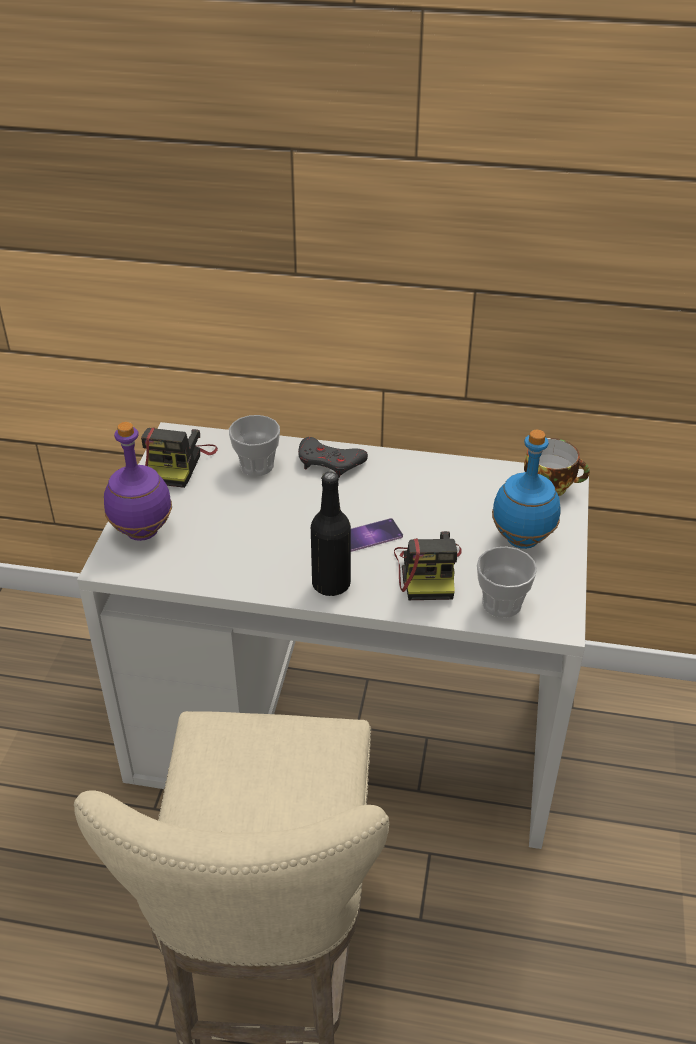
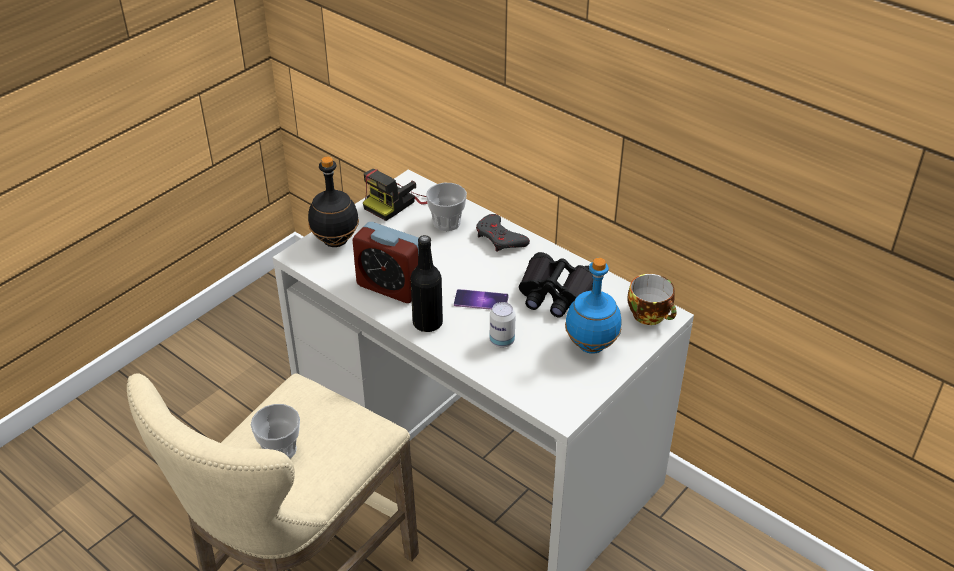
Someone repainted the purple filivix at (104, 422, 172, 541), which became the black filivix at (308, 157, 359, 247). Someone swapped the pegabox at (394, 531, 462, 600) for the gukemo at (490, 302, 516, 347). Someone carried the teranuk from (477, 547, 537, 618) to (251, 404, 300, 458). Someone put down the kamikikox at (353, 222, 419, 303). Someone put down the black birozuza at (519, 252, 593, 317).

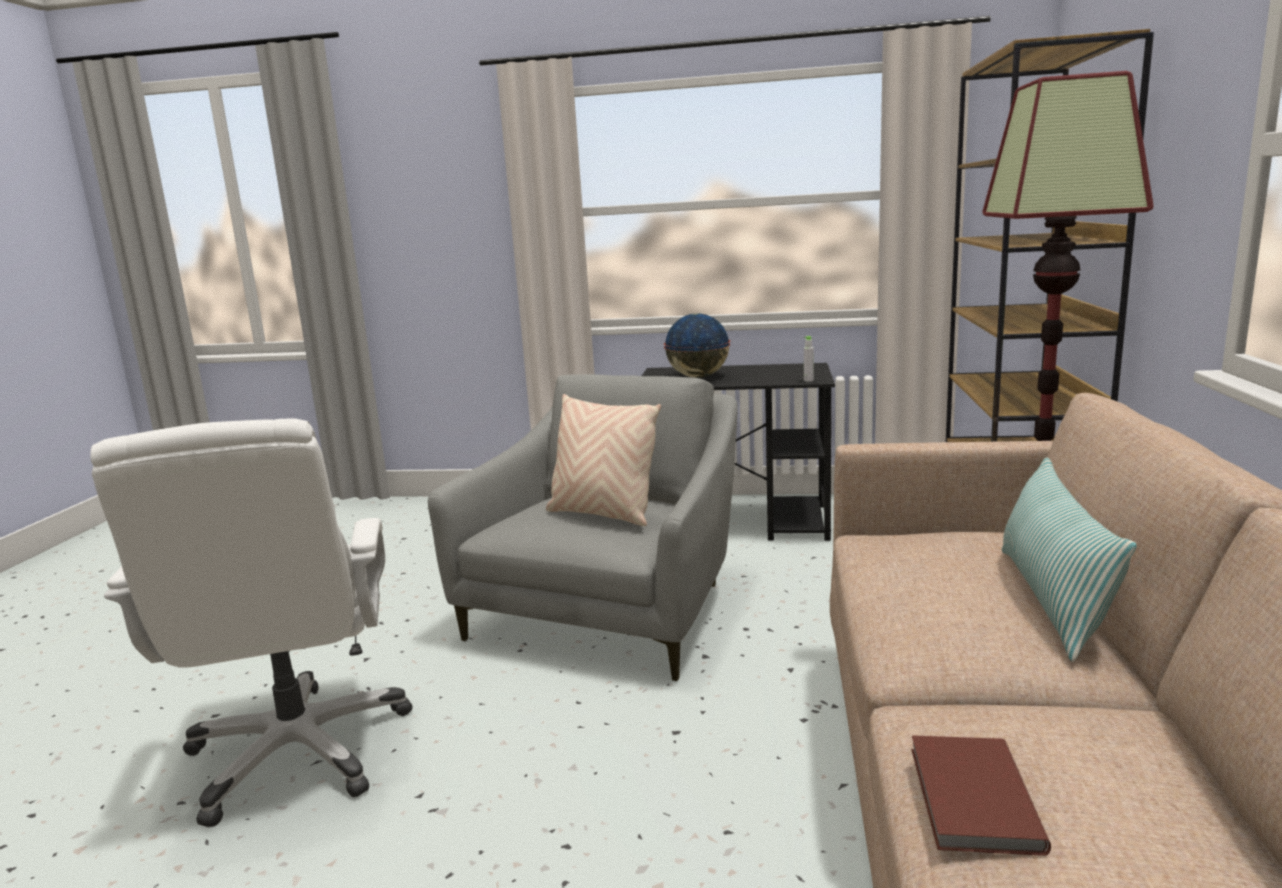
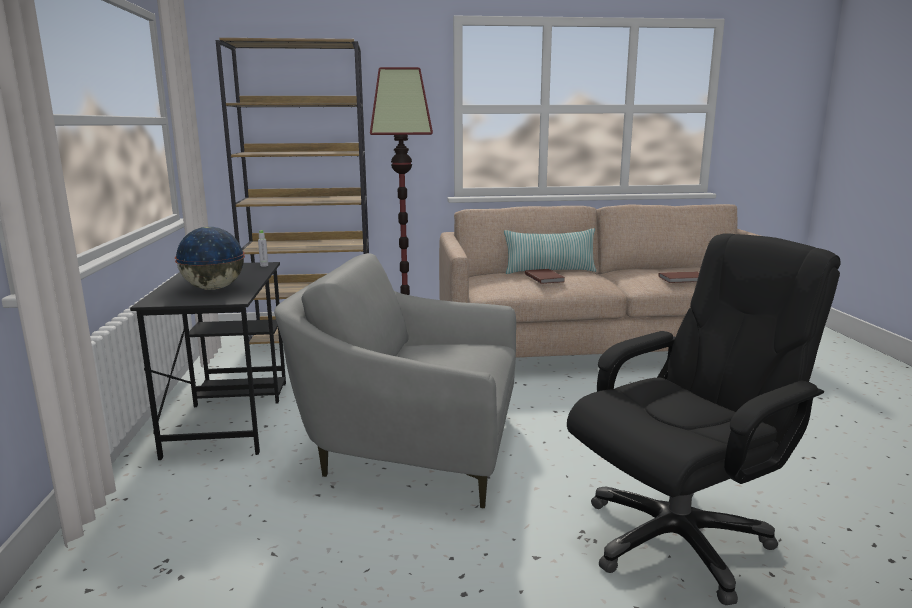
Someone repainted the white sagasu at (90, 419, 412, 827), which became the black sagasu at (567, 233, 841, 605). Someone took away the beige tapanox at (546, 394, 661, 526). Someone put down the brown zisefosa at (525, 269, 565, 284).

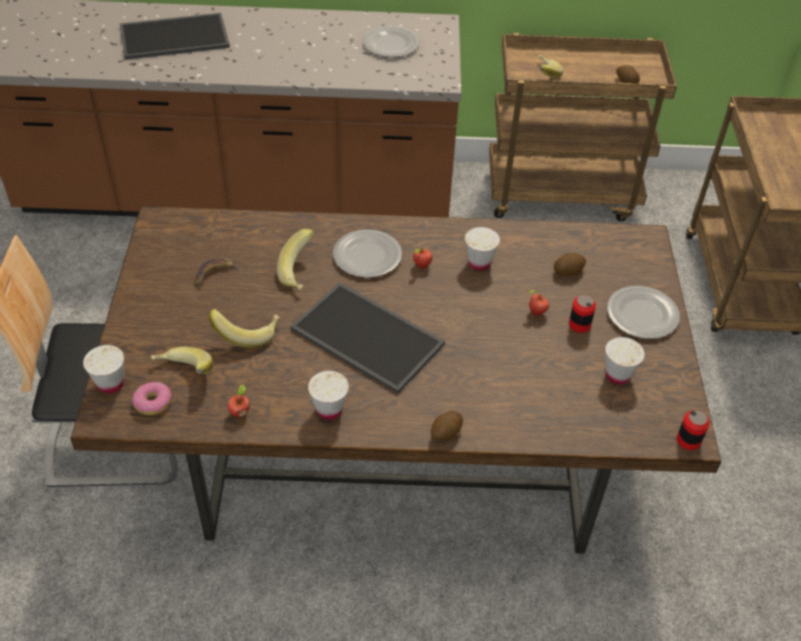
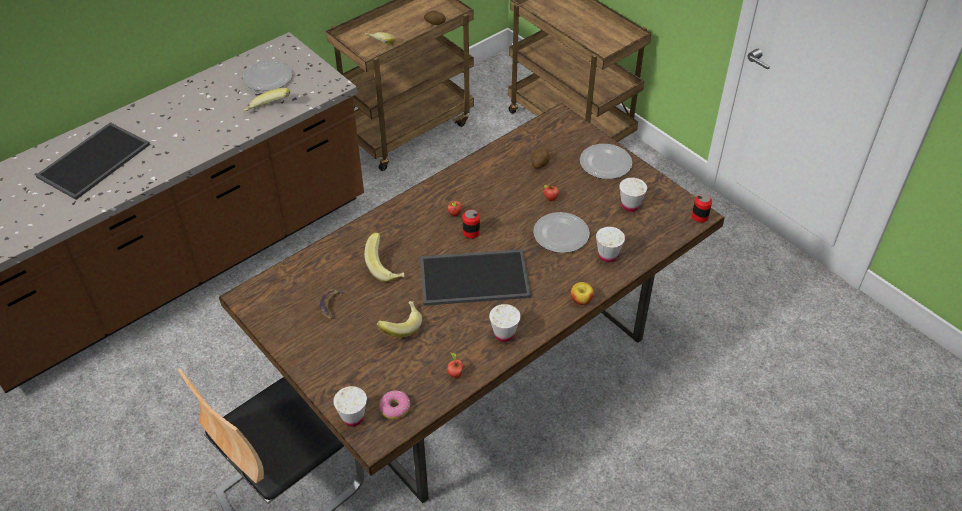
Someone carried the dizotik from (151, 347, 213, 374) to (244, 88, 290, 111). Someone carried the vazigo from (333, 229, 402, 278) to (533, 212, 590, 253). Someone swapped the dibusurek at (431, 411, 463, 441) for the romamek at (571, 282, 594, 305). Someone carried the white teranuk from (465, 227, 500, 271) to (596, 227, 625, 262). Someone carried the gukemo from (569, 295, 596, 333) to (463, 209, 480, 239).

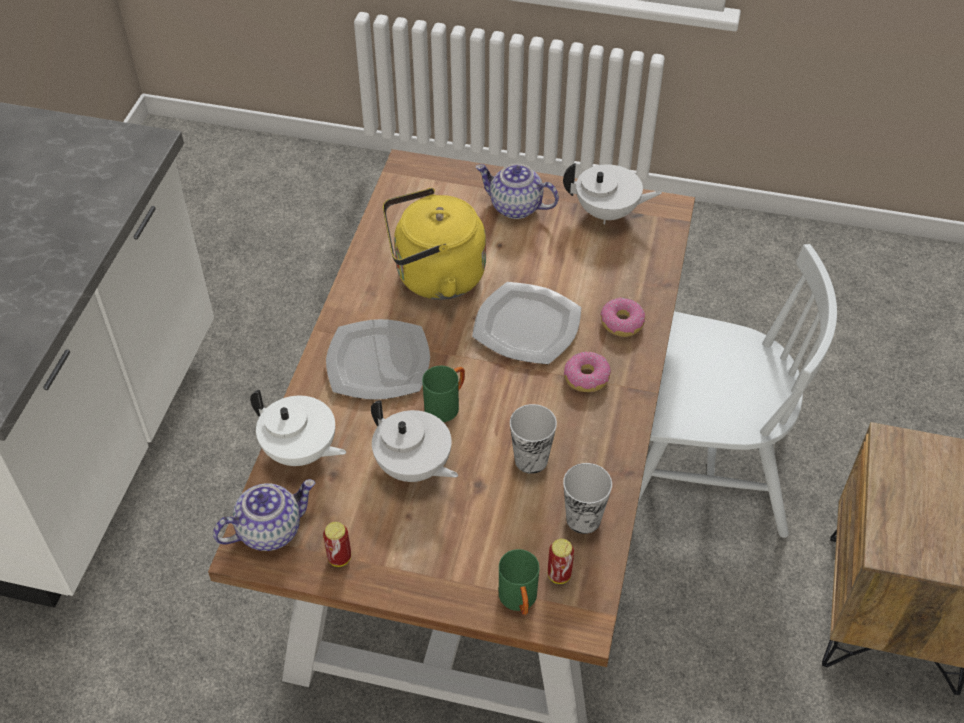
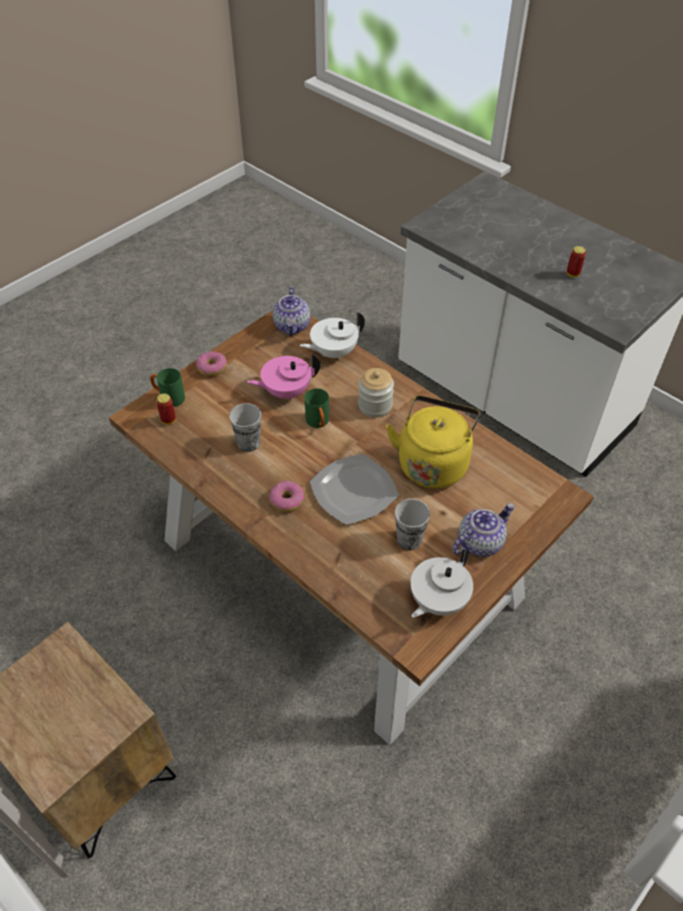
Someone carried the gukemo from (323, 522, 351, 567) to (567, 246, 586, 277). Someone swapped the vazigo at (326, 319, 430, 400) for the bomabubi at (358, 368, 394, 418). Someone repainted the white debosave at (371, 400, 458, 482), which became the pink debosave at (247, 354, 320, 400). Someone carried the teranuk from (563, 463, 612, 534) to (395, 499, 430, 550). Someone carried the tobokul from (601, 298, 645, 337) to (196, 351, 227, 376). Someone took away the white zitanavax at (638, 244, 837, 538).

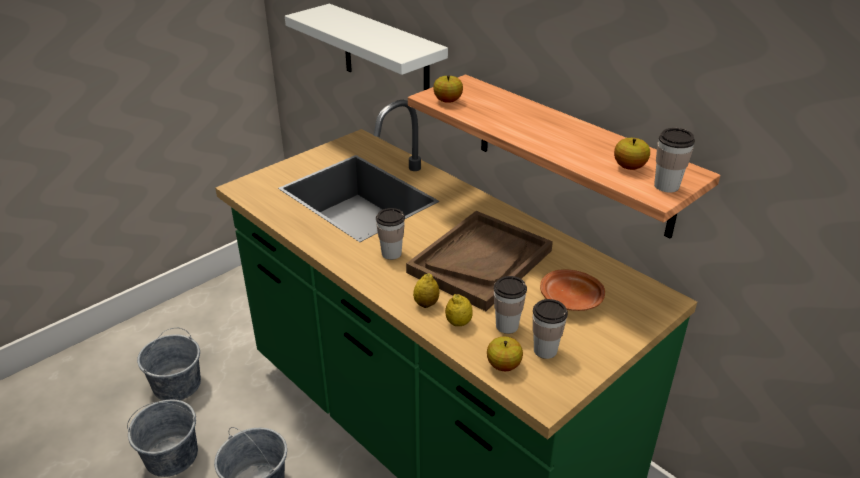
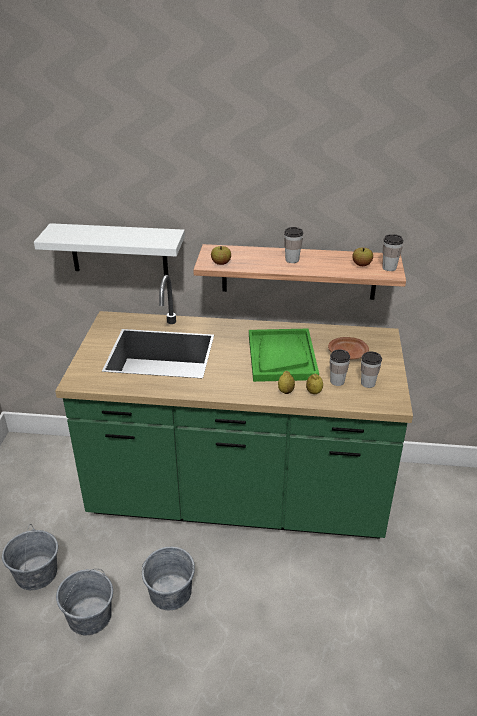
Someone carried the teranuk from (376, 208, 405, 260) to (284, 227, 303, 263). Someone repainted the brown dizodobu at (406, 211, 553, 311), which became the green dizodobu at (249, 328, 319, 382). Someone took away the romamek at (487, 337, 523, 371).

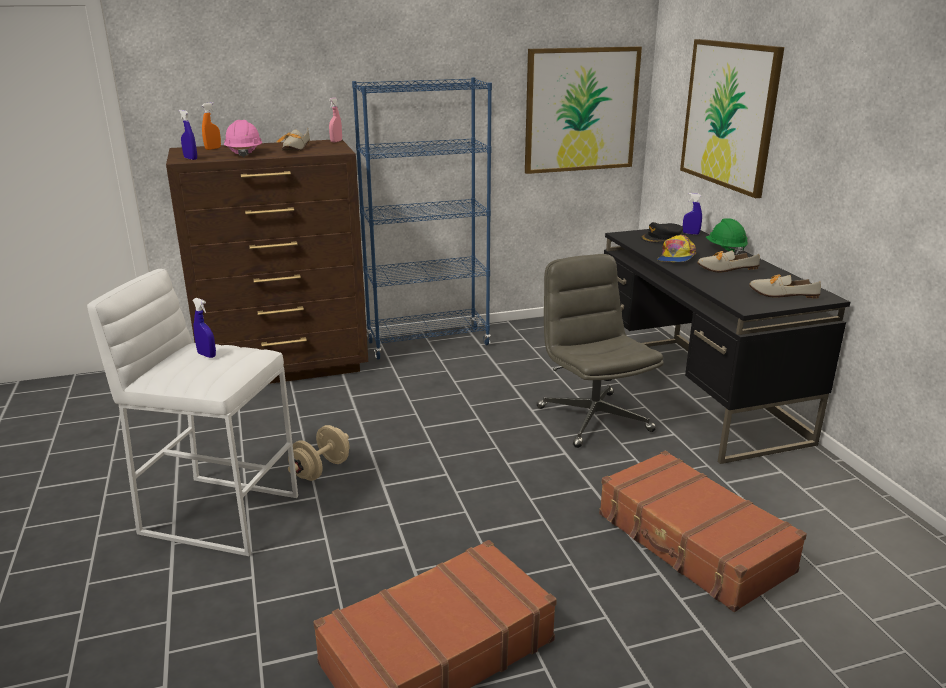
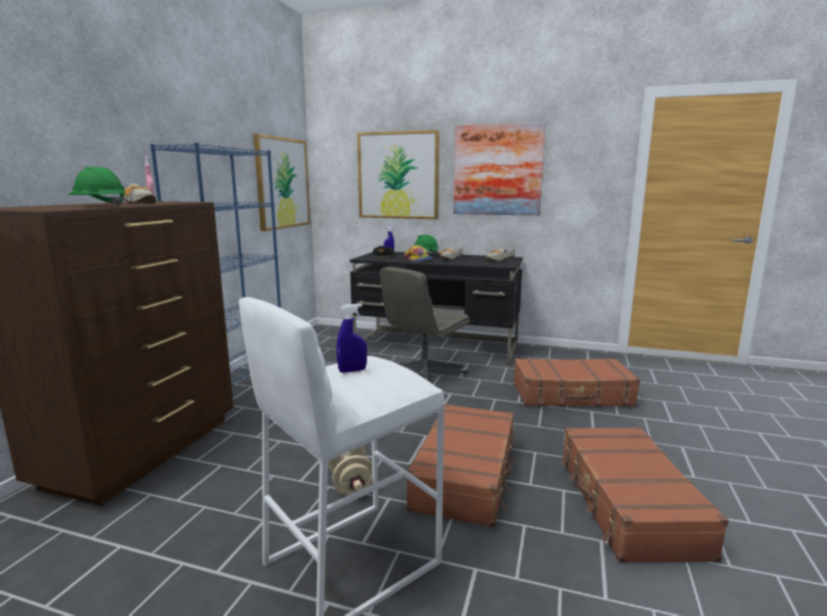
Someone took away the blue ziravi at (179, 110, 197, 160). Someone took away the orange ziravi at (202, 102, 221, 150). Someone repainted the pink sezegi at (224, 120, 263, 158), which became the green sezegi at (68, 166, 126, 206). Someone rotated the grey sagasu at (536, 254, 664, 448) by 60 degrees counterclockwise. Someone put down the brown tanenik at (406, 404, 518, 528). Someone put up the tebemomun at (453, 122, 546, 216).

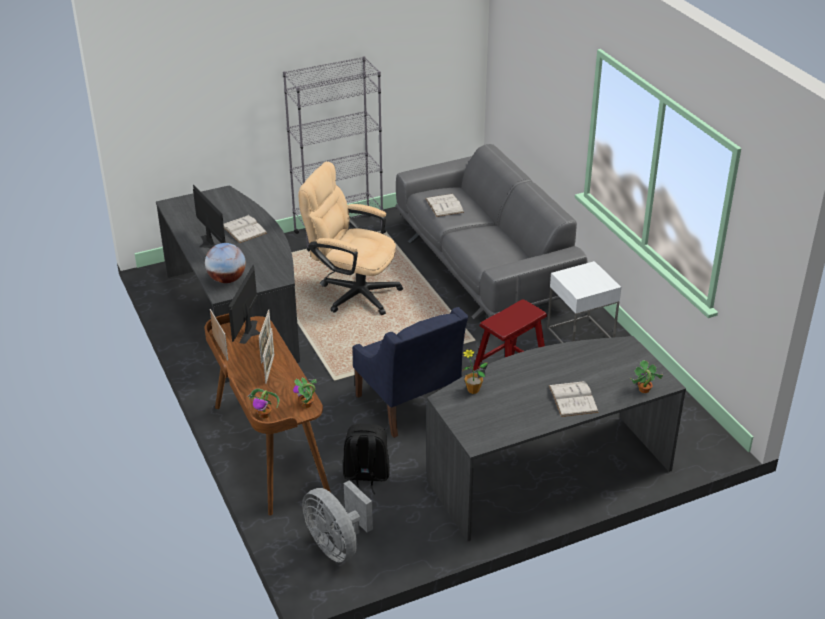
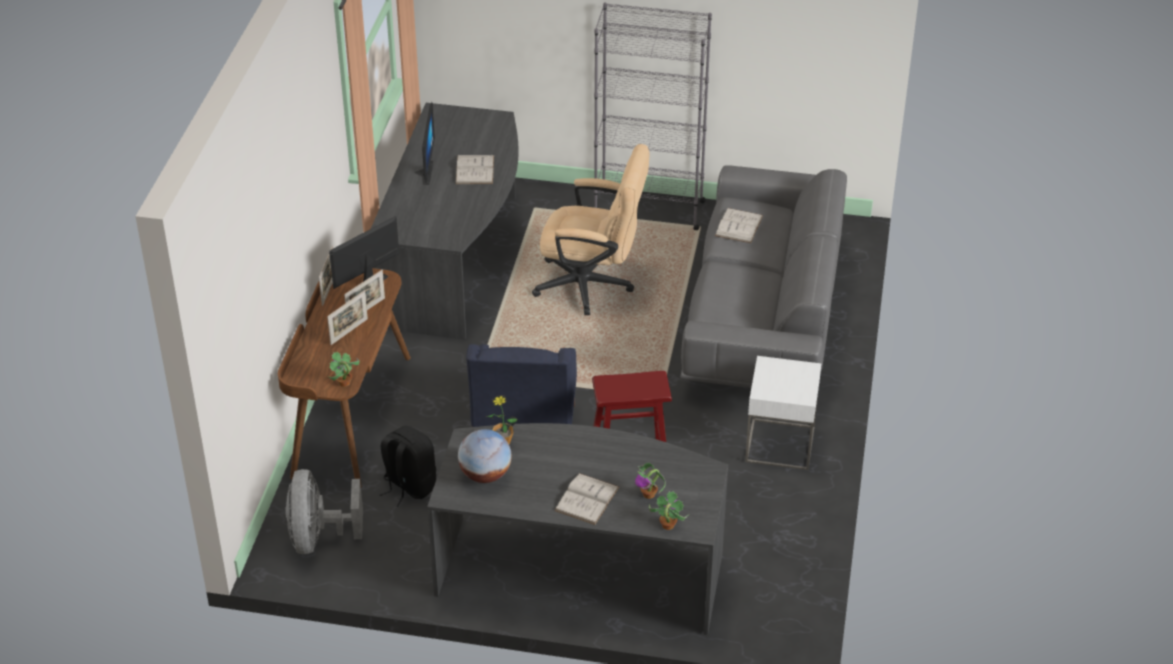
Someone carried the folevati from (205, 243, 246, 283) to (458, 429, 512, 483). Someone carried the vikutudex from (247, 388, 280, 419) to (635, 462, 666, 499). Someone rotated the beige sagasu at (298, 162, 403, 315) by 135 degrees clockwise.

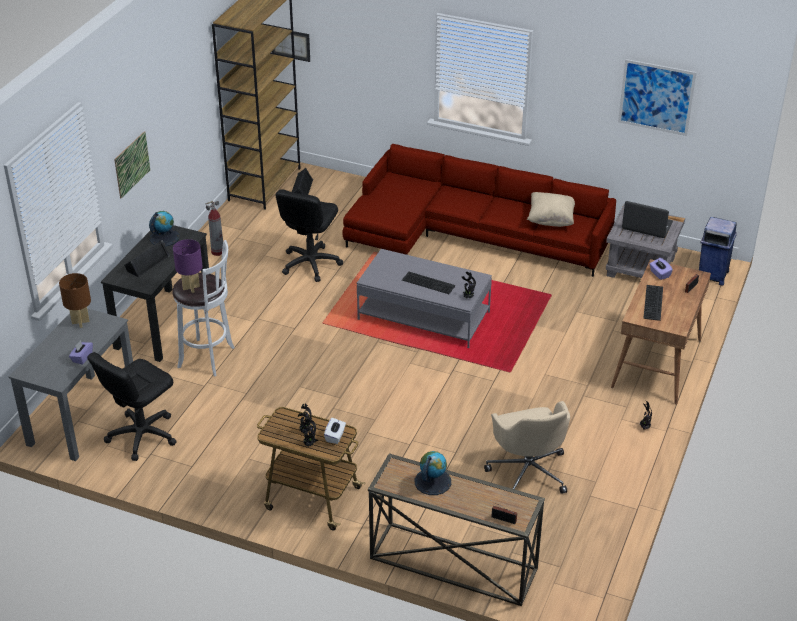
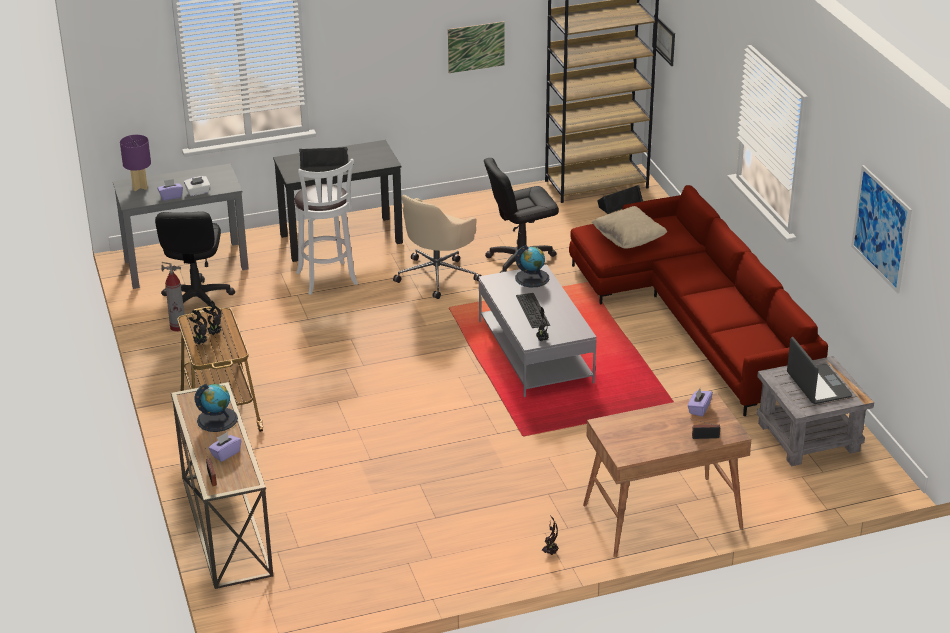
Someone took away the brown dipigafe at (59, 273, 91, 328). Someone rotated the black sagasu at (87, 352, 177, 461) by 90 degrees counterclockwise. Someone carried the tebemomun from (114, 131, 150, 198) to (448, 21, 505, 73). Someone carried the folevati from (149, 211, 180, 246) to (515, 245, 549, 287). Someone carried the purple dipigafe from (173, 239, 203, 293) to (120, 135, 151, 191). Someone carried the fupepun from (206, 201, 223, 256) to (161, 262, 185, 332). Someone carried the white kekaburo from (324, 418, 346, 444) to (184, 176, 210, 196). Someone carried the beige sagasu from (484, 401, 570, 494) to (393, 195, 482, 299). Someone carried the beige tapanox from (527, 192, 575, 227) to (591, 206, 667, 249). Someone took away the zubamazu at (643, 285, 663, 321). Someone took away the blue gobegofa at (699, 217, 737, 285). Someone put down the purple kekaburo at (208, 432, 241, 462).

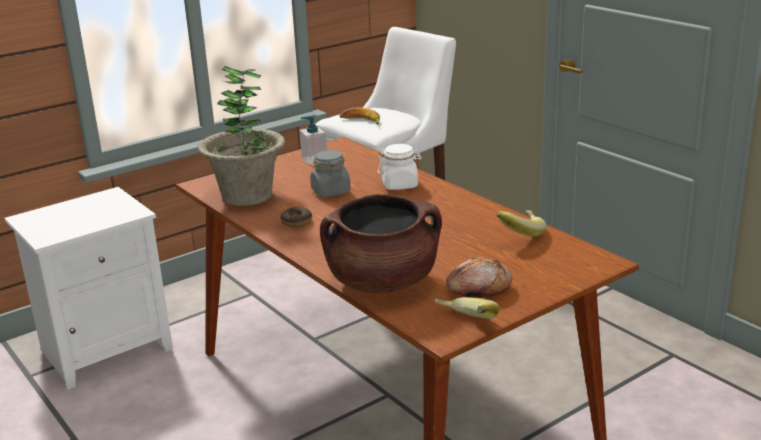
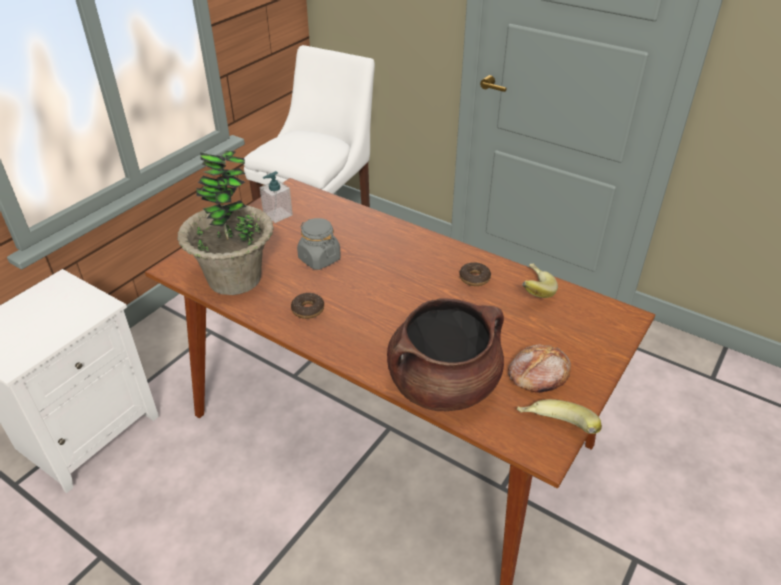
Someone took away the dizotik at (340, 107, 380, 124). Someone took away the white bomabubi at (378, 144, 422, 190). Someone put down the tobokul at (459, 262, 491, 286).

